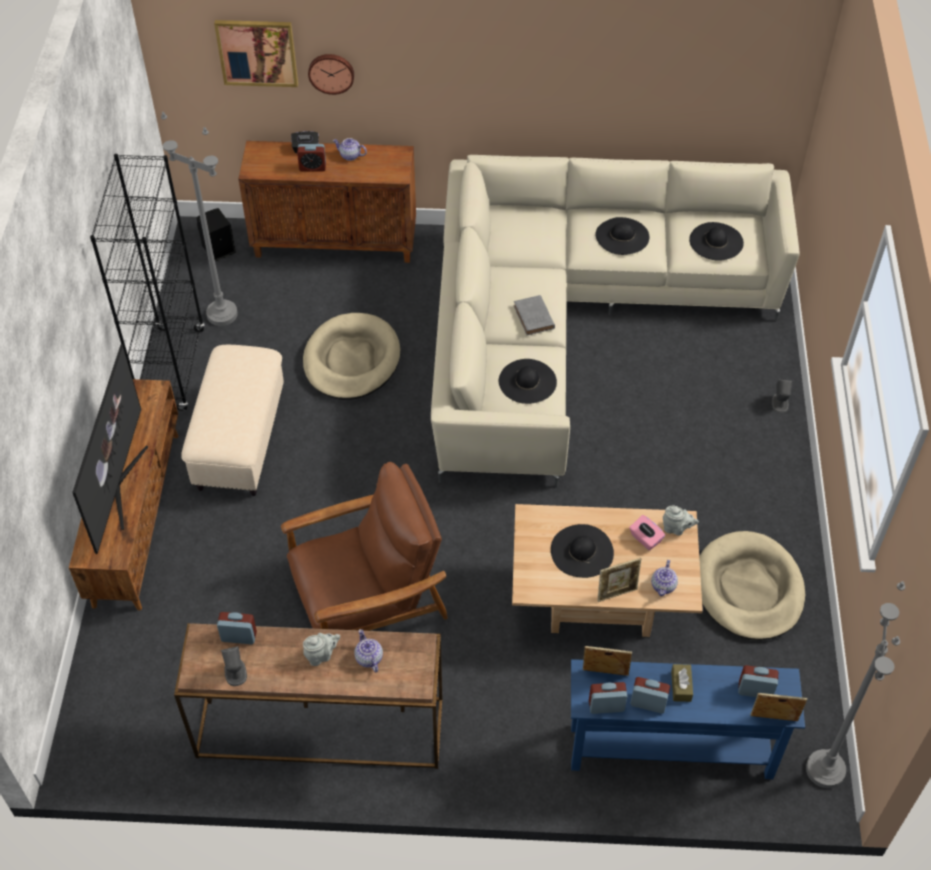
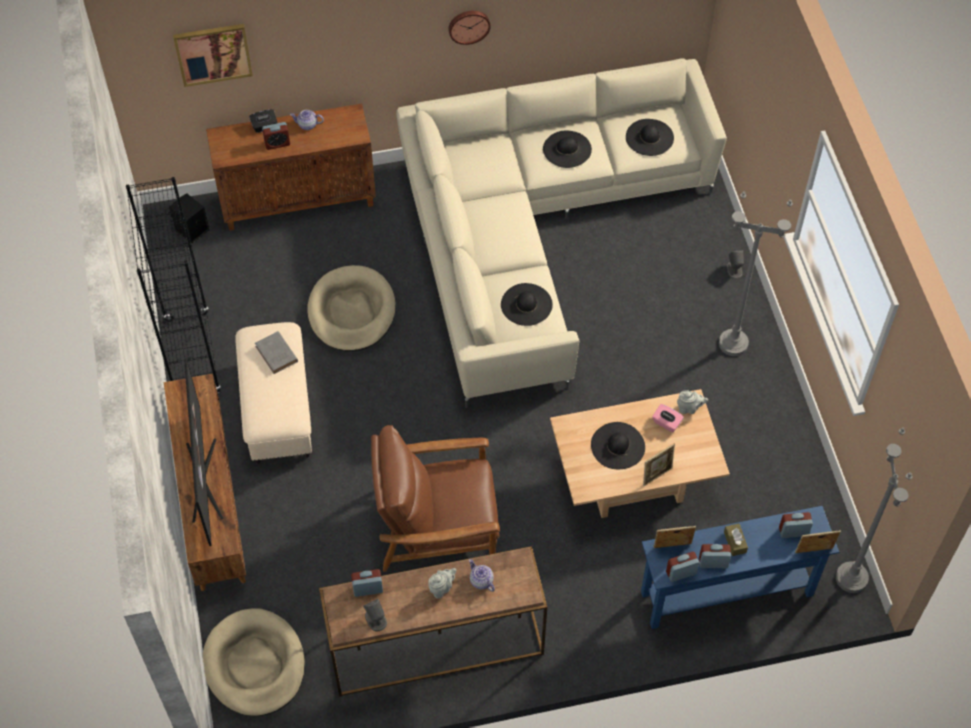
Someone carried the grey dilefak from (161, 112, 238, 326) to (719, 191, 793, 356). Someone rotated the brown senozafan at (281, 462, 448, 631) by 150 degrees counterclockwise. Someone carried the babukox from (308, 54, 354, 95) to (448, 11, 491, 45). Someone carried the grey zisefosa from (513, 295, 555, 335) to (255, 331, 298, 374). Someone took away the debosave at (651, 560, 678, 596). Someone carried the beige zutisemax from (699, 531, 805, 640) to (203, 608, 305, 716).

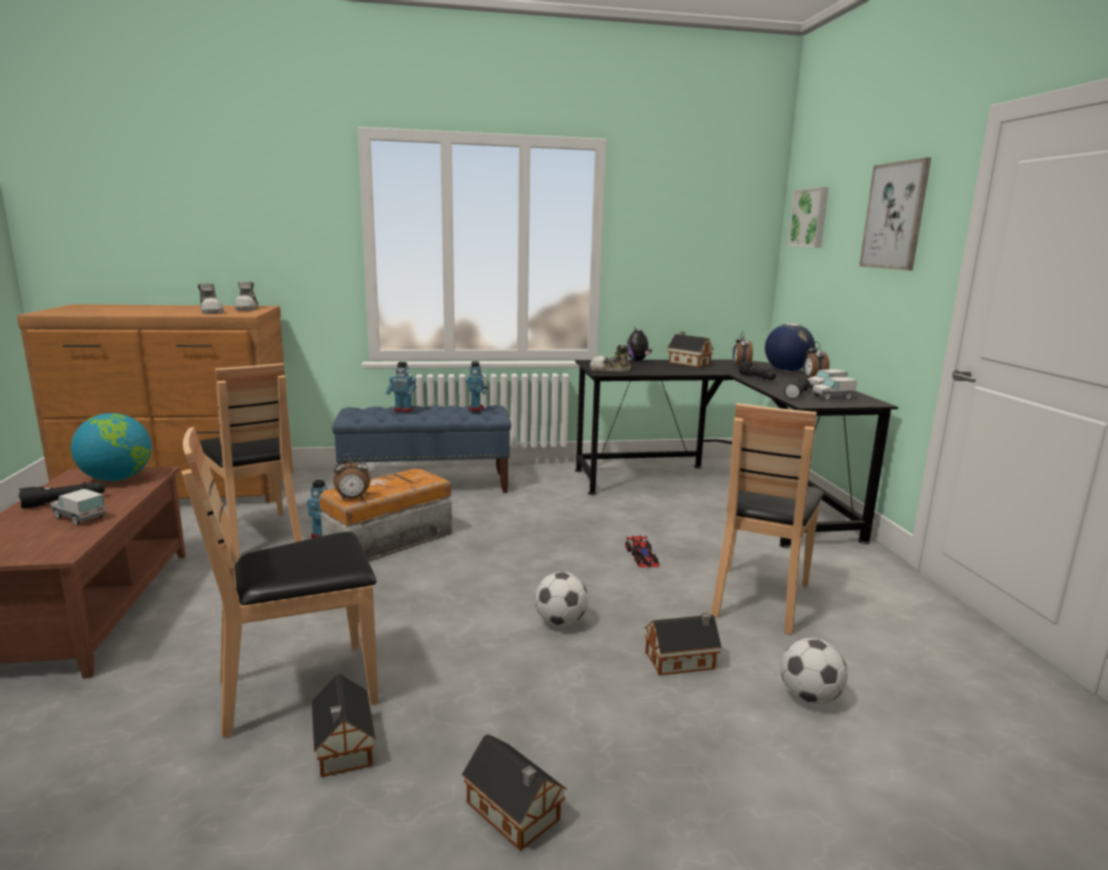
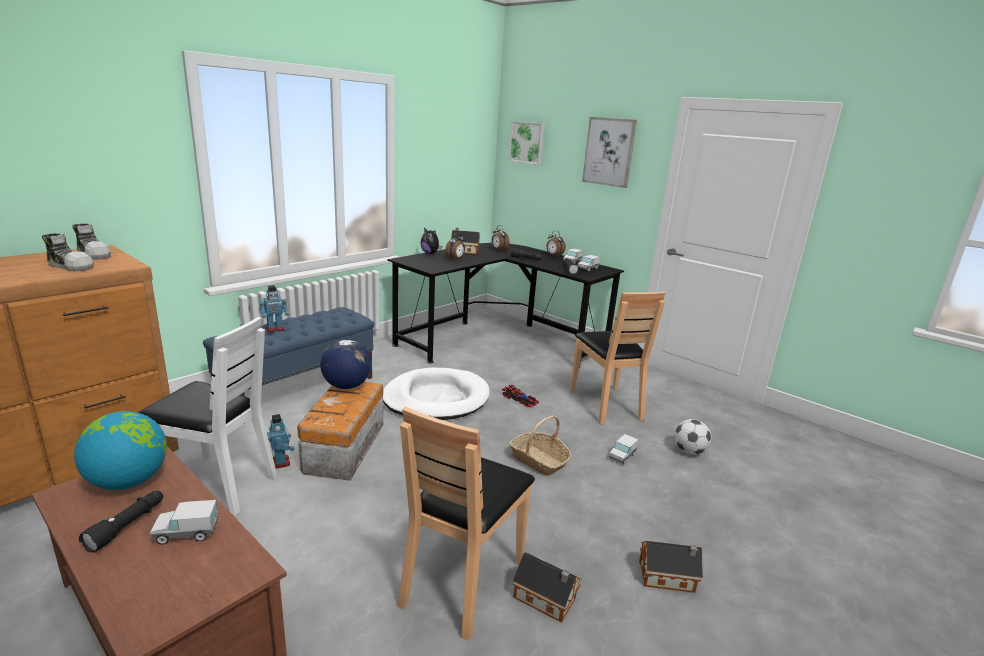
Someone repainted the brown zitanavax at (200, 363, 302, 559), which became the white zitanavax at (138, 317, 278, 516). Someone carried the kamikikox from (333, 454, 370, 500) to (445, 232, 465, 259). Someone took away the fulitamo at (465, 361, 488, 411). Someone swapped the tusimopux at (535, 572, 588, 626) for the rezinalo at (509, 415, 571, 476). Someone took away the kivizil at (590, 345, 630, 372). Someone swapped the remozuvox at (644, 613, 722, 675) for the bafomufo at (609, 434, 639, 464). Someone carried the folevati from (765, 323, 815, 372) to (320, 339, 371, 389). Someone put down the white zutisemax at (382, 368, 490, 420).

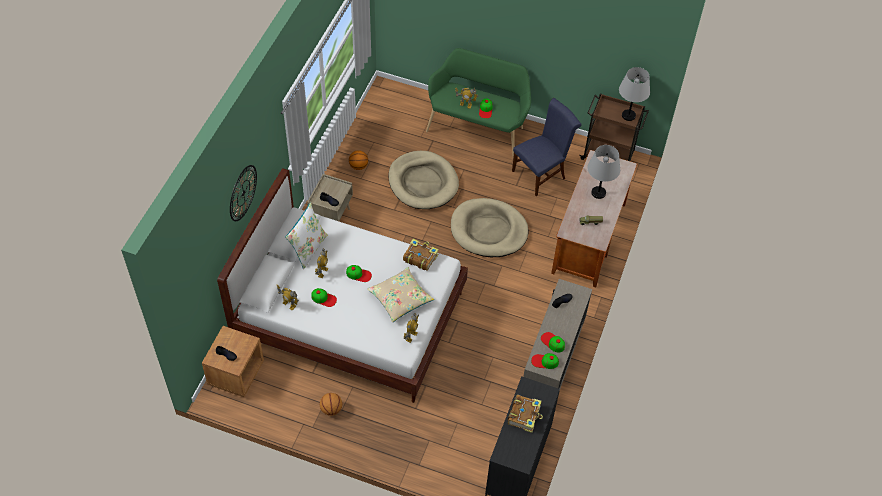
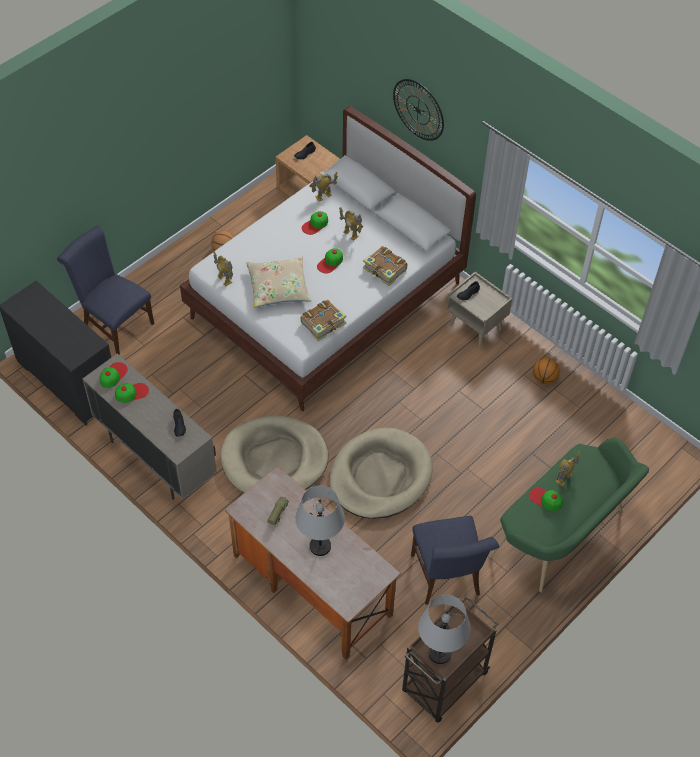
Someone took away the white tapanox at (285, 203, 328, 269). Someone carried the beige zutisemax from (388, 151, 459, 209) to (220, 415, 328, 493). Someone carried the zisefosa from (508, 395, 543, 433) to (363, 246, 407, 286). Someone put down the blue zitanavax at (57, 225, 154, 355).

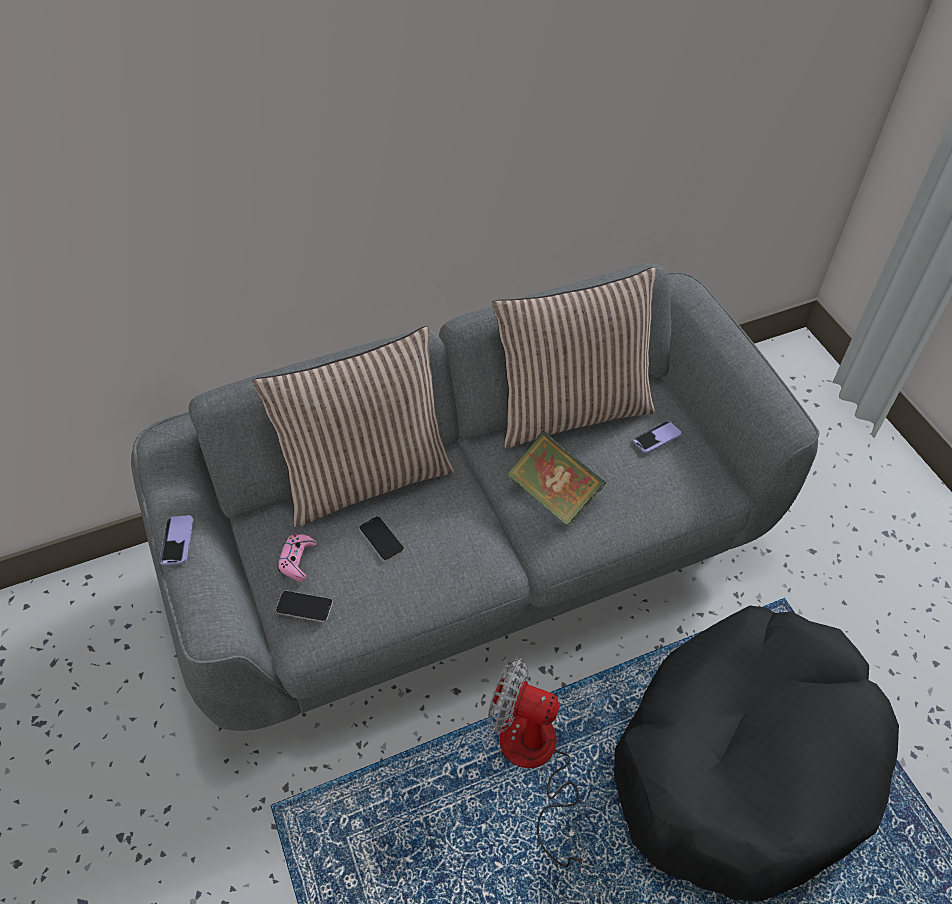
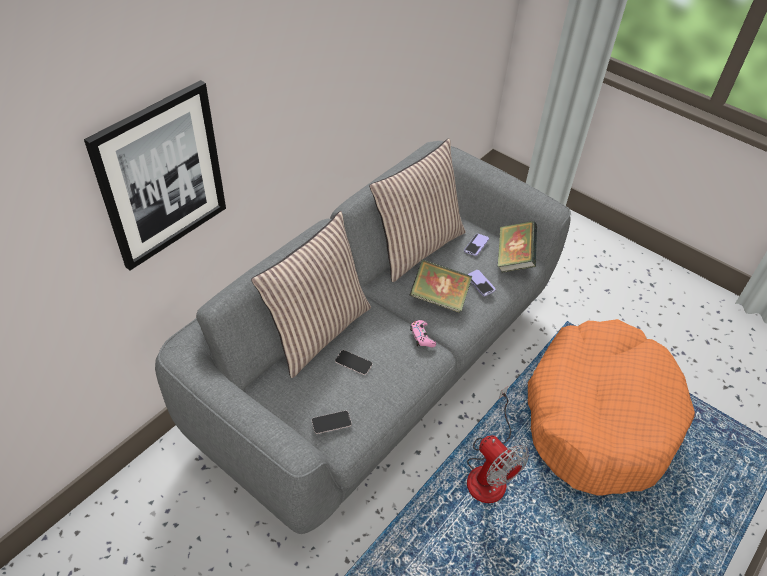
Someone carried the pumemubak from (159, 515, 193, 565) to (467, 270, 496, 296). Someone carried the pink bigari from (277, 534, 317, 582) to (410, 320, 436, 347). Someone rotated the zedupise at (488, 658, 587, 873) by 120 degrees counterclockwise. Someone repainted the black zutisemax at (614, 606, 899, 901), which became the orange zutisemax at (528, 319, 695, 496). Someone put up the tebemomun at (84, 80, 226, 270). Someone put down the zisefosa at (497, 221, 537, 273).

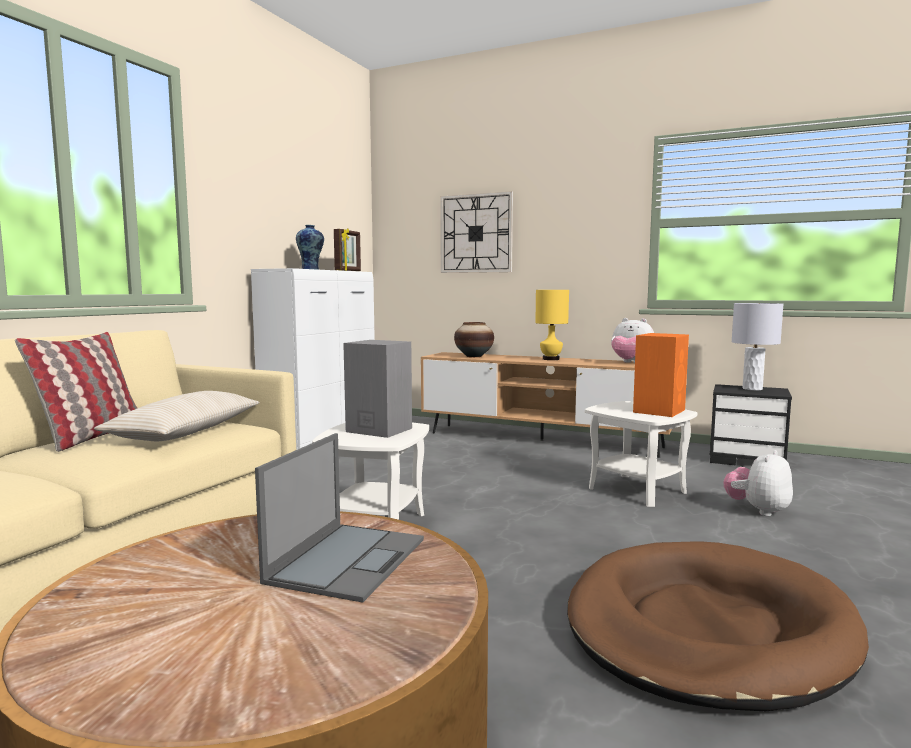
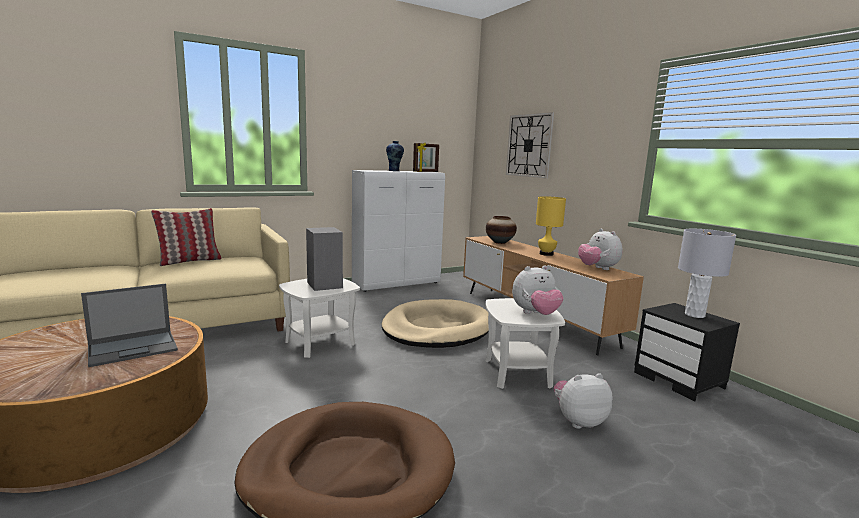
Someone took away the beige tapanox at (94, 391, 260, 441). Someone swapped the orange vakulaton at (633, 333, 689, 417) for the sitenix at (512, 265, 563, 315). Someone put down the beige zutisemax at (382, 299, 489, 348).

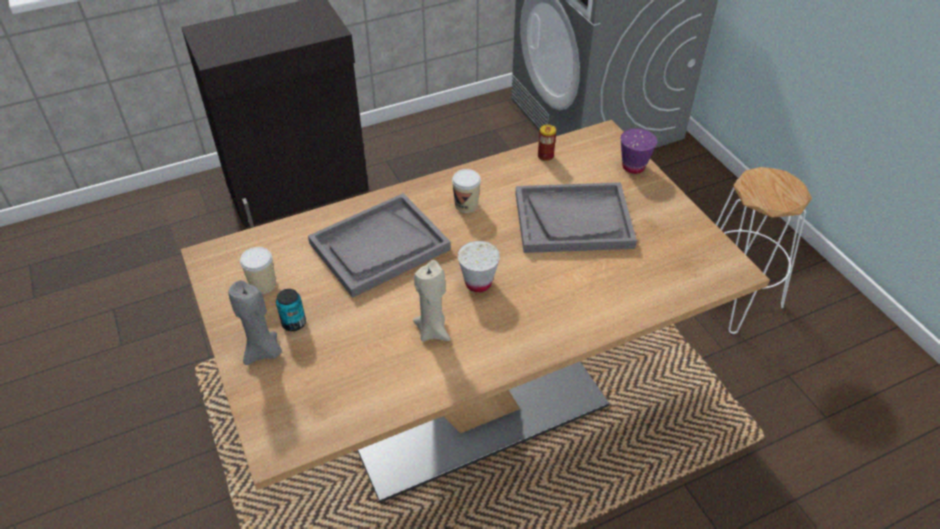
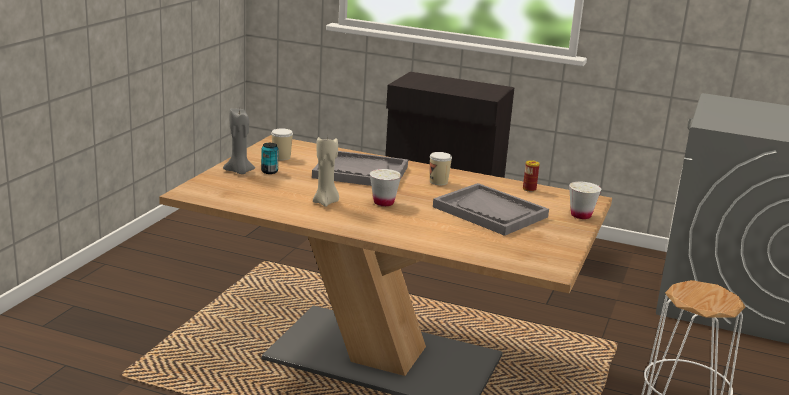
Someone repainted the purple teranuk at (621, 128, 657, 174), which became the white teranuk at (569, 182, 601, 219).

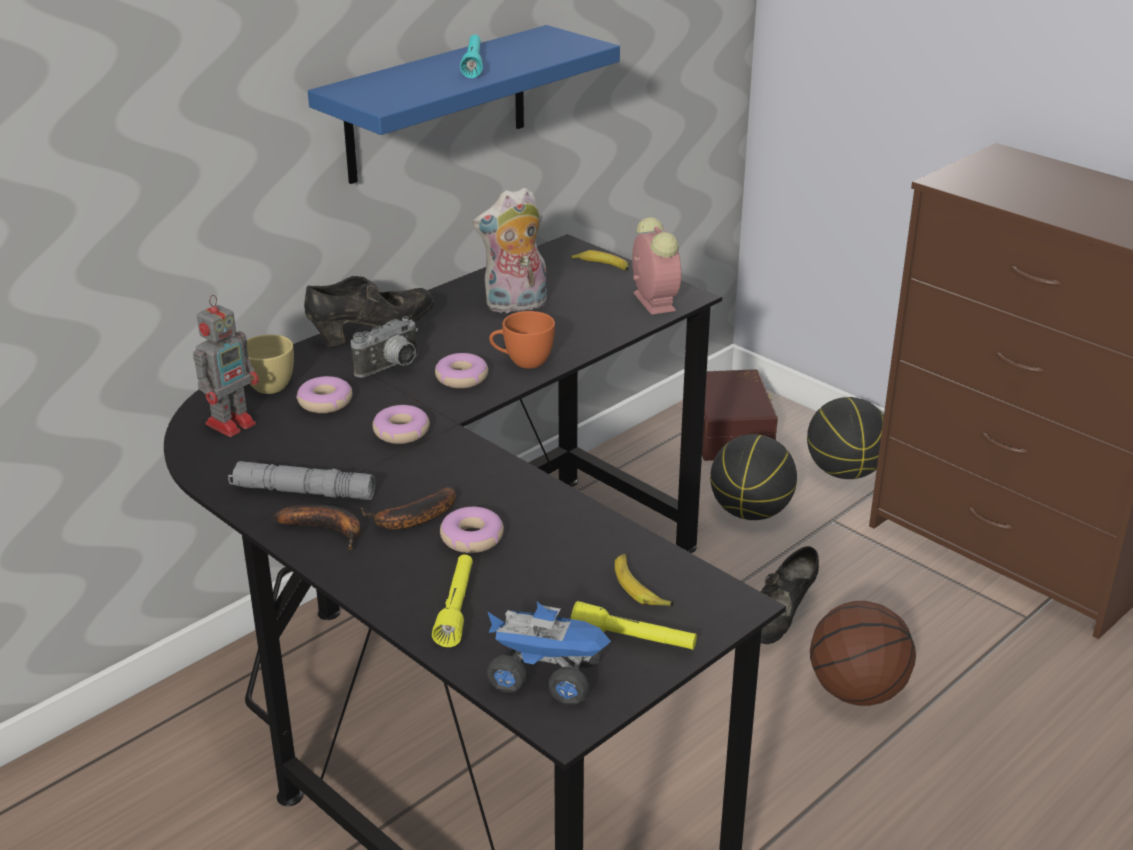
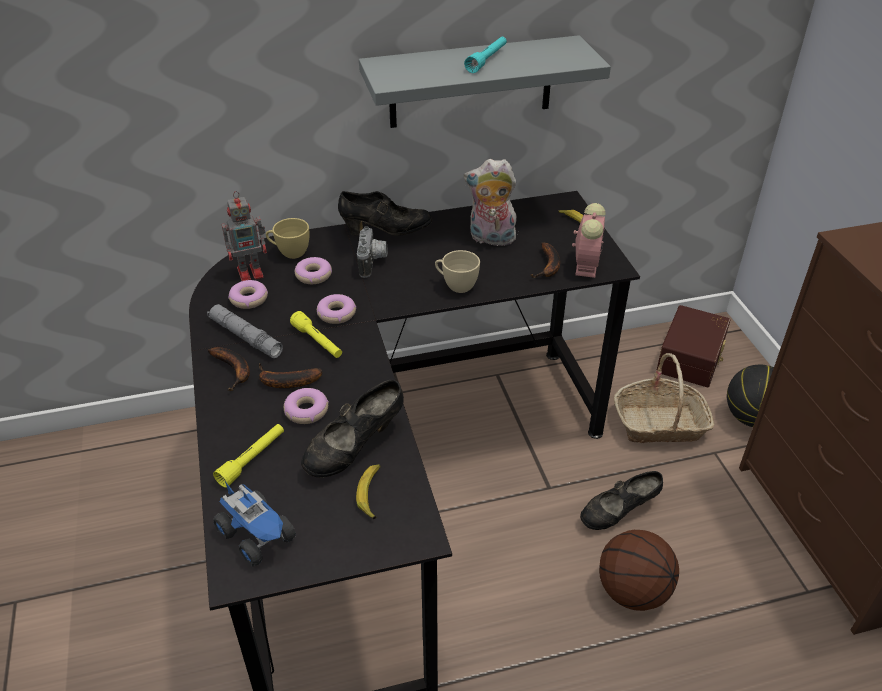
Someone repainted the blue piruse at (308, 25, 620, 184), which became the grey piruse at (359, 35, 611, 128). Someone rotated the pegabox at (351, 316, 418, 378) by 75 degrees counterclockwise. Someone carried the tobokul from (435, 353, 488, 388) to (228, 280, 268, 309). Someone repainted the orange teranuk at (489, 311, 555, 369), which became the beige teranuk at (435, 250, 480, 293). Someone carried the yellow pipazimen from (571, 601, 697, 650) to (290, 311, 342, 358). Someone swapped the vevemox at (710, 434, 797, 520) for the rezinalo at (614, 353, 715, 443). Someone put down the black kivizil at (301, 380, 404, 478). Someone put down the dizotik at (531, 242, 560, 278).

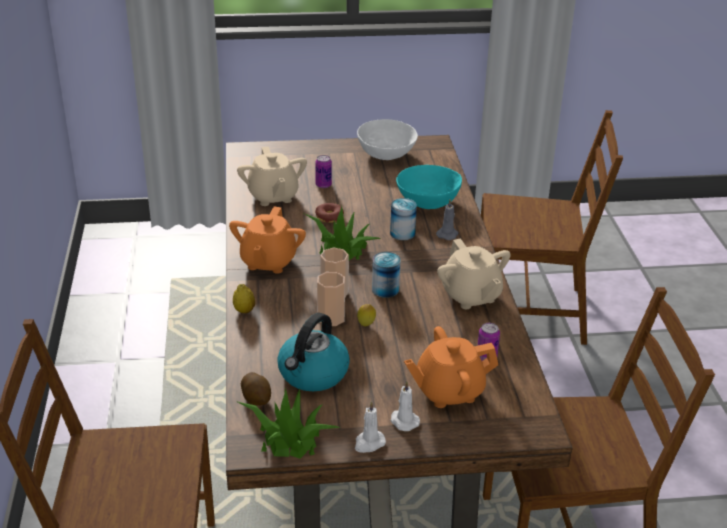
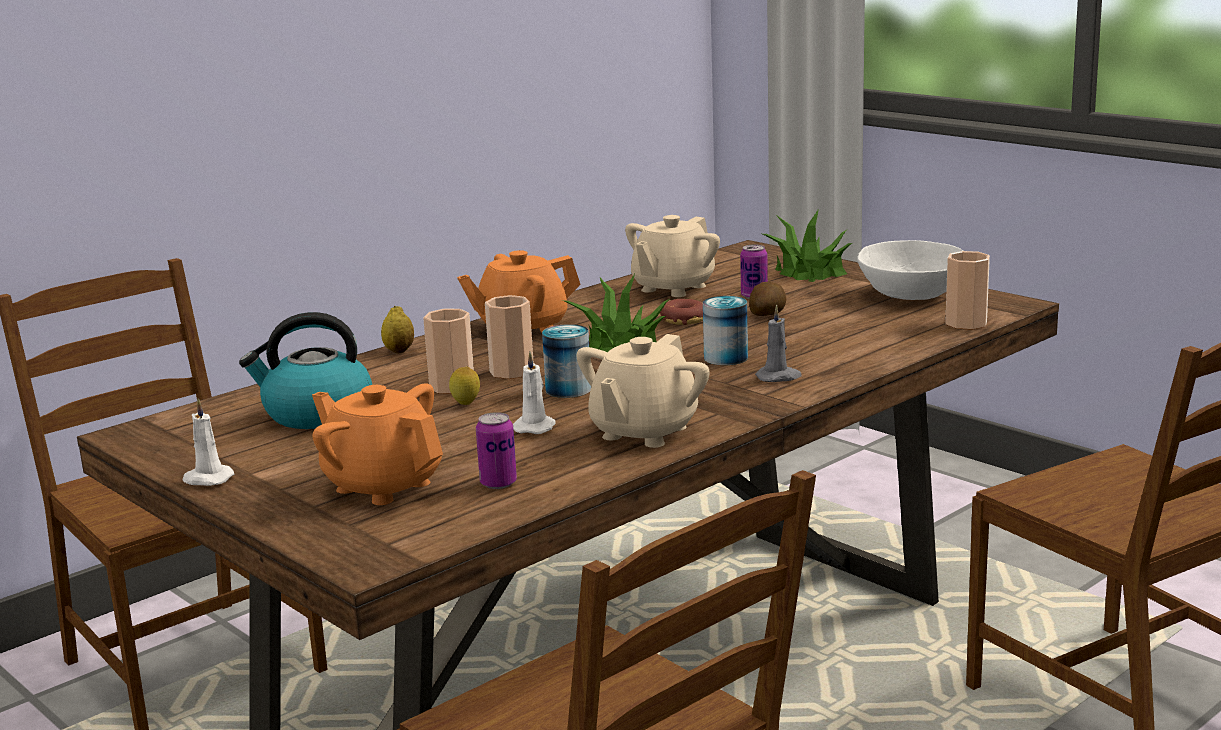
Someone carried the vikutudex from (236, 389, 341, 459) to (763, 208, 852, 282). Someone carried the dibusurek from (241, 372, 271, 406) to (749, 281, 786, 316). Someone carried the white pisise from (390, 381, 420, 431) to (513, 351, 555, 434). Someone took away the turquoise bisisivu at (396, 165, 462, 209). Someone put down the teranuk at (945, 251, 990, 330).

